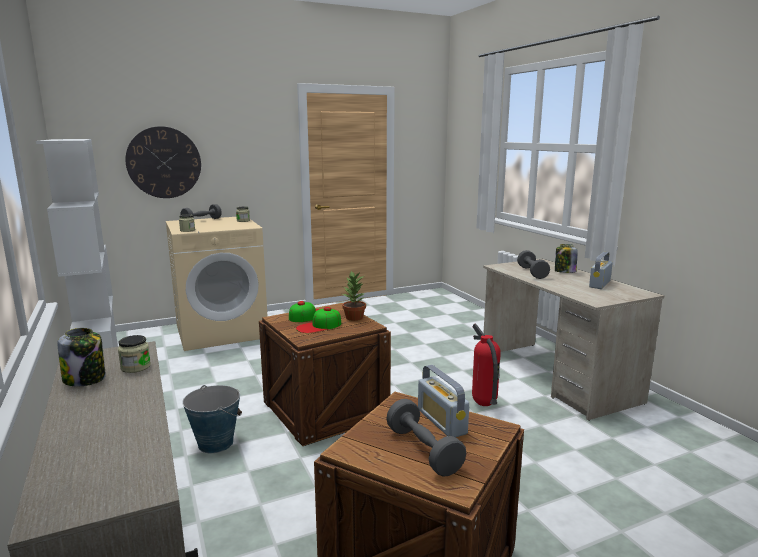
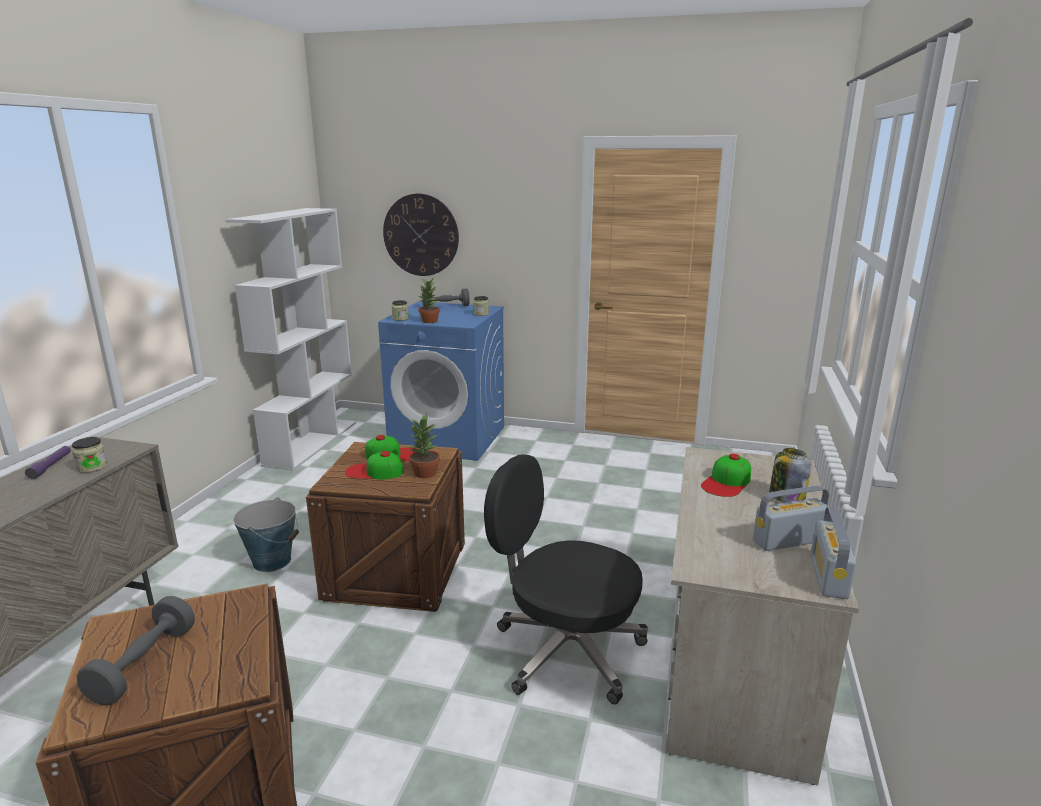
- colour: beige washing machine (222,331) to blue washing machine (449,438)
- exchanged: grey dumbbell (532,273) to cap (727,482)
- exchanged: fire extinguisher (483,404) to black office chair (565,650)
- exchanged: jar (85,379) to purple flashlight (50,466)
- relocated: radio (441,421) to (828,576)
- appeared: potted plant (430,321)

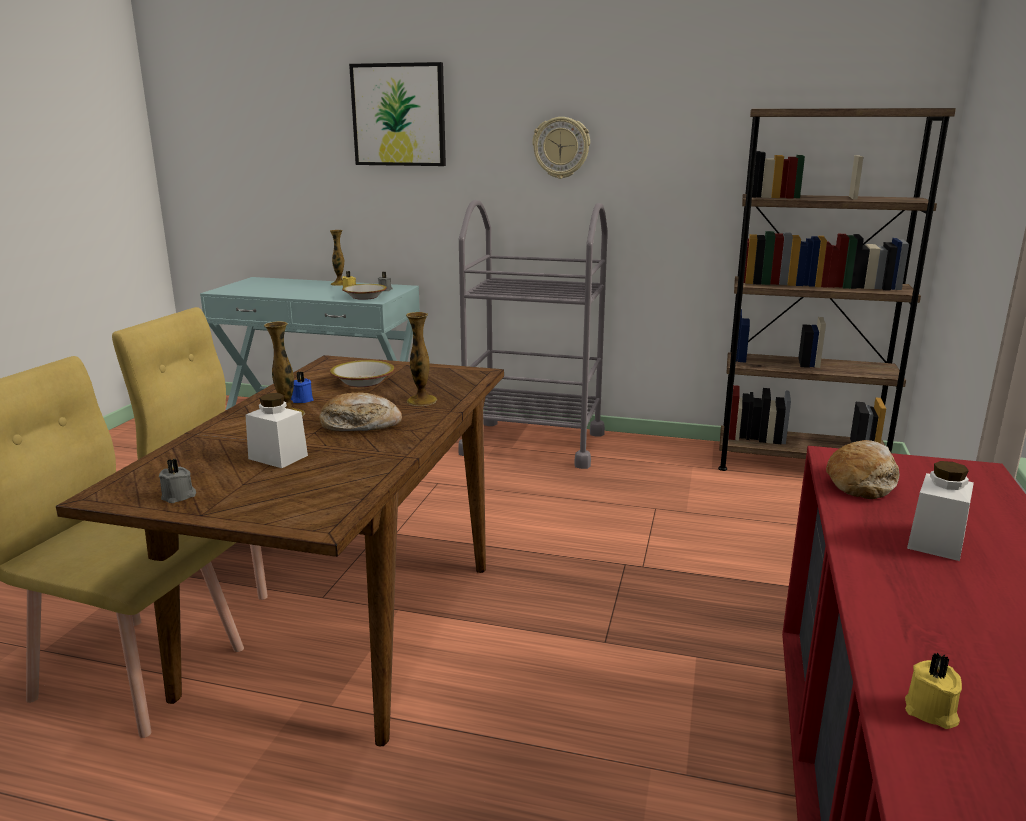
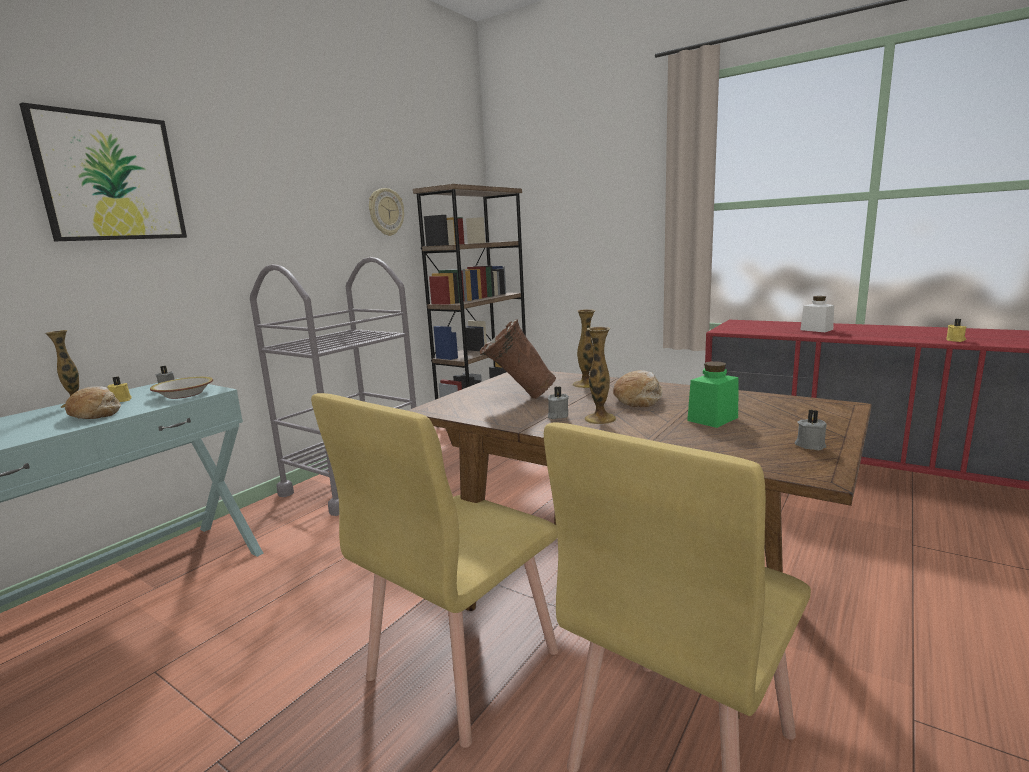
- relocated: wall clock (561,147) to (386,212)
- exchanged: bowl (363,382) to brown vase (517,398)
- colour: blue candle (301,400) to grey candle (557,416)
- colour: white jar (278,457) to green jar (712,419)
- relocated: bread (862,481) to (95,413)

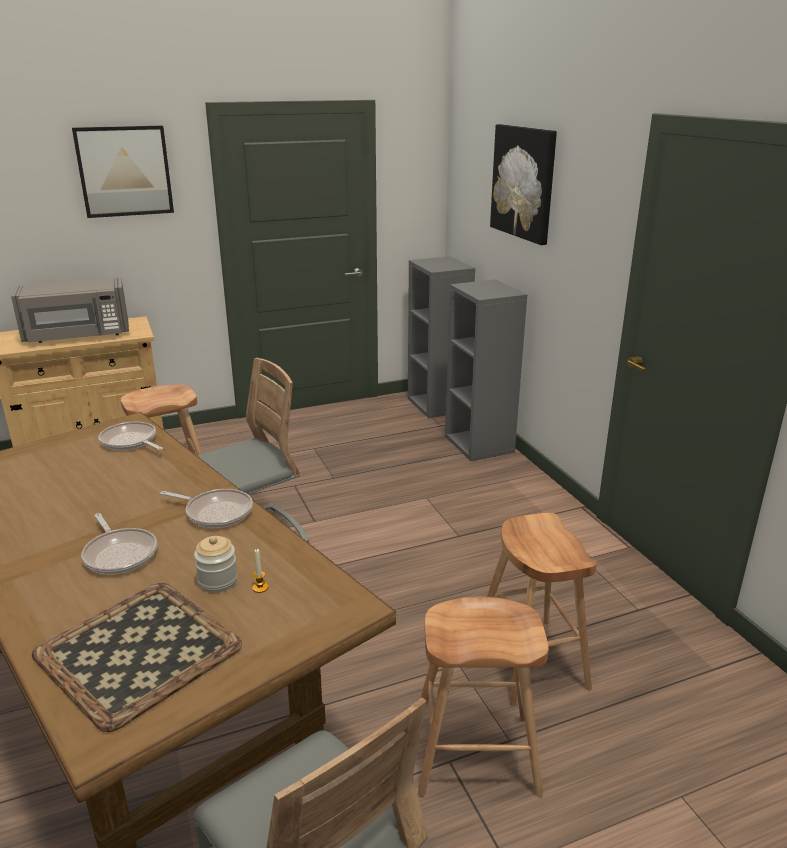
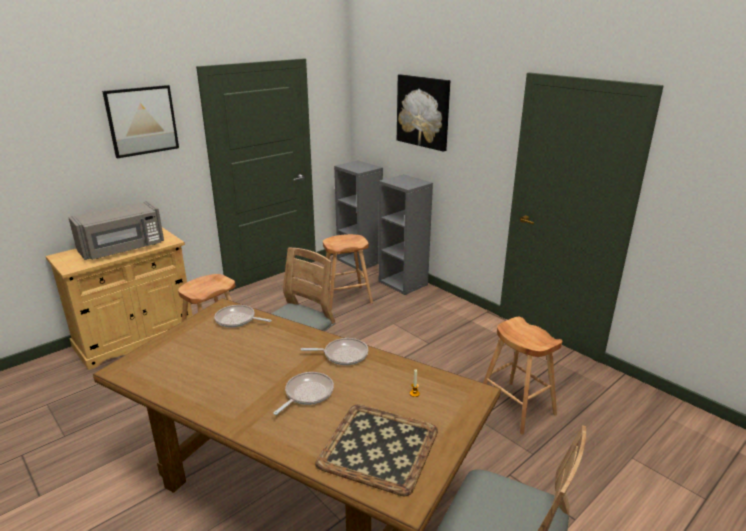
- spun: frying pan (120,554) = (307,394) 90 degrees counterclockwise
- missing: jar (218,581)
- relocated: brown stool (474,755) to (345,299)

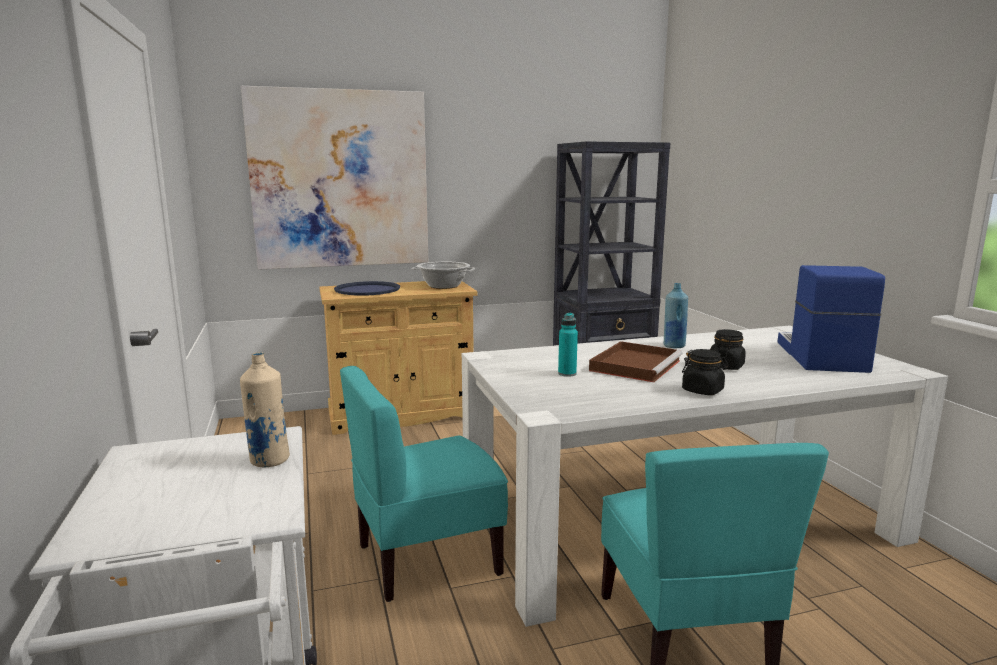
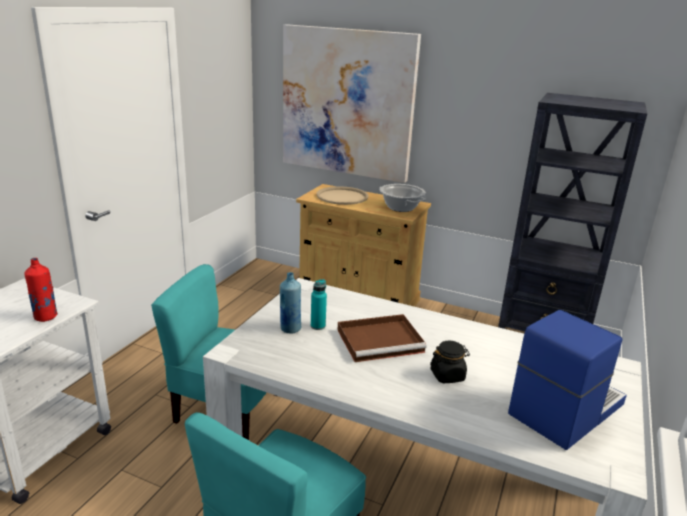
- colour: blue tray (367,290) to beige tray (342,196)
- relocated: blue bottle (673,346) to (290,329)
- missing: black jar (703,390)
- colour: beige bottle (269,460) to red bottle (45,317)

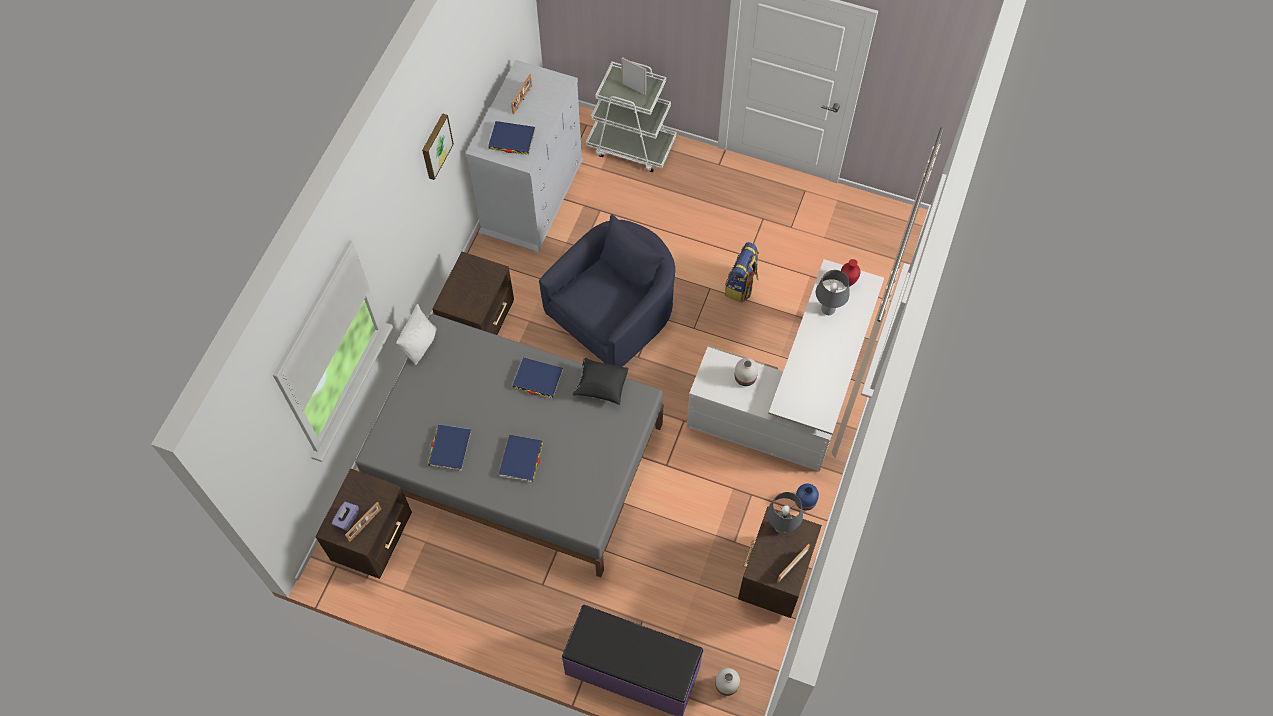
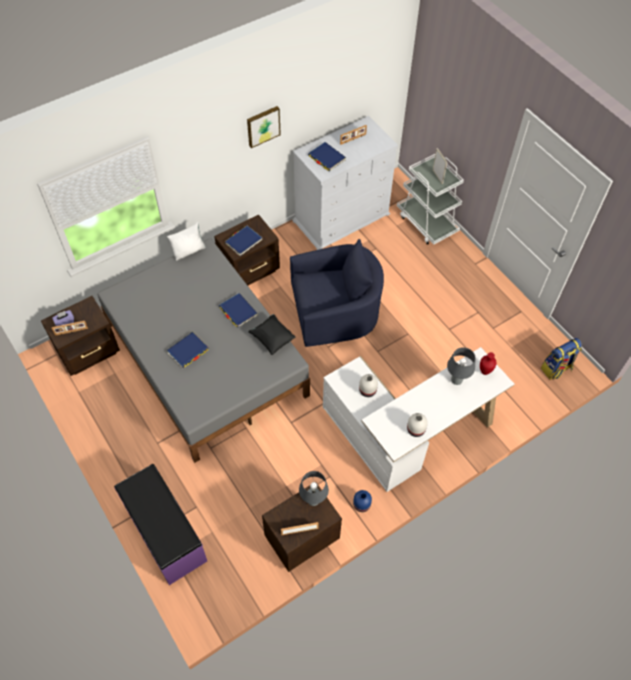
- relocated: backpack (741,286) to (556,369)
- relocated: blue book (450,448) to (243,241)
- relocated: white vase (726,685) to (415,430)

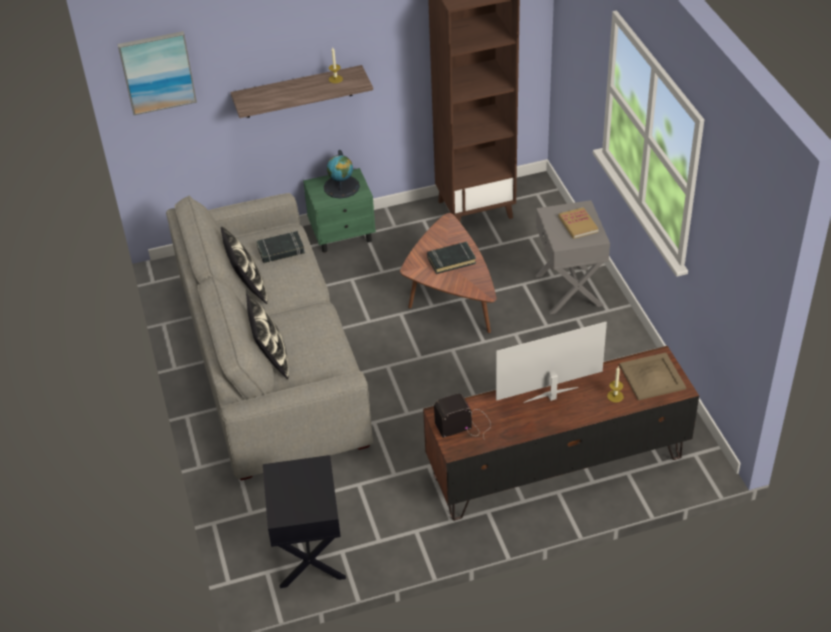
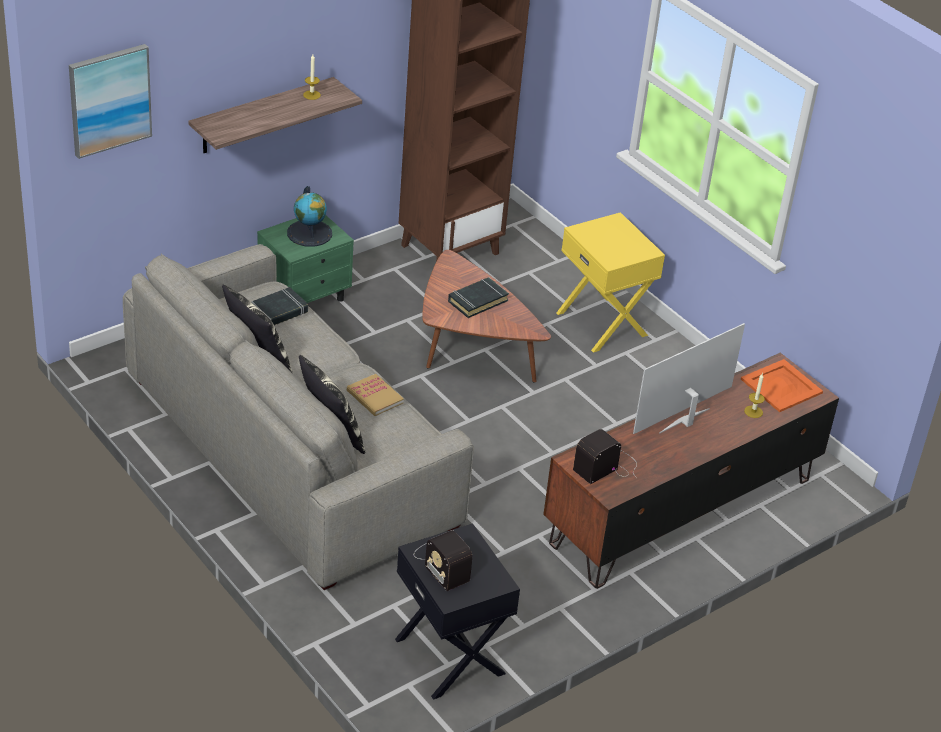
- colour: grey side table (570,290) to yellow side table (603,323)
- relocated: book (578,224) to (374,397)
- colour: beige tray (652,376) to orange tray (781,385)
- appeared: radio (441,563)

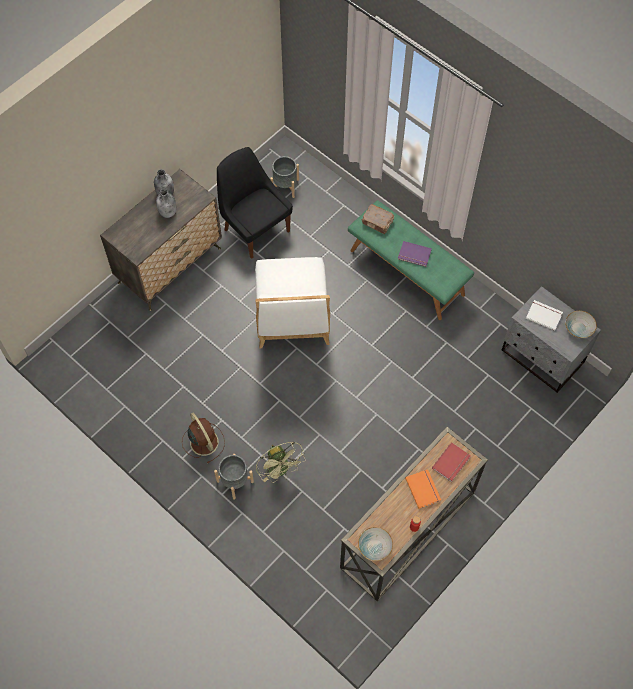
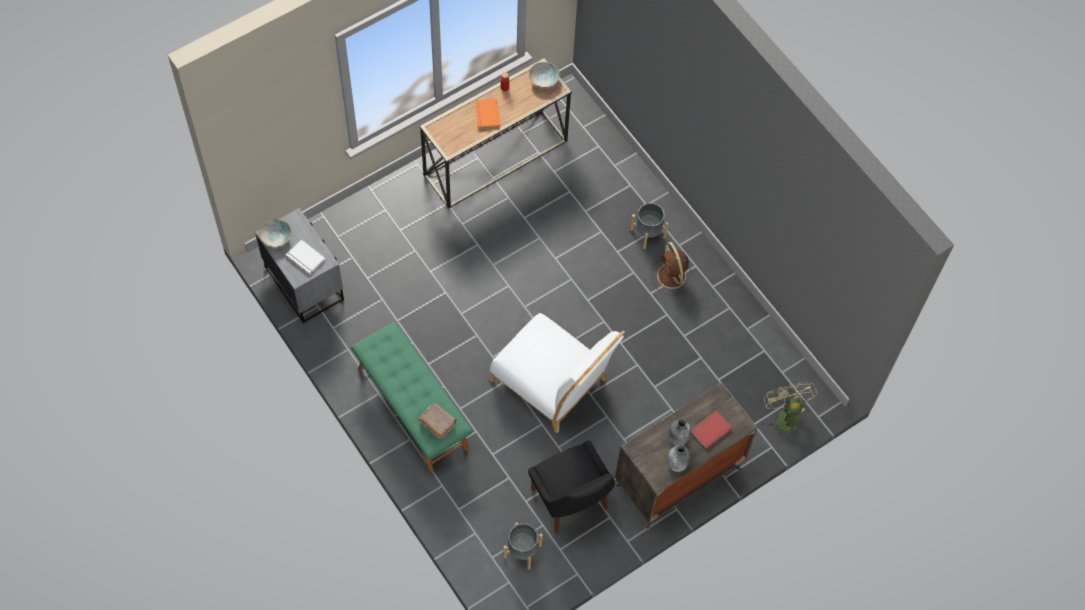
- missing: purple book (414,255)
- spun: white chair (292,317) = (553,384) 120 degrees clockwise
- relocated: green fan (280,470) to (784,416)
- relocated: red book (452,463) to (710,429)

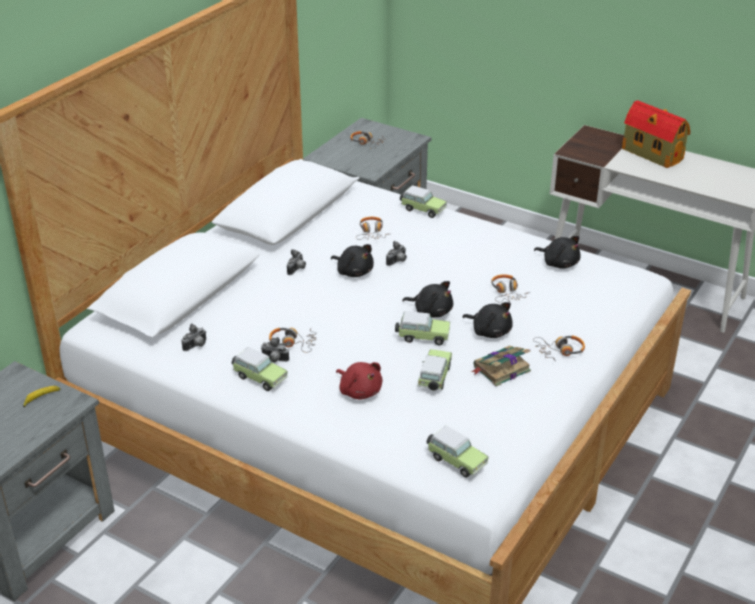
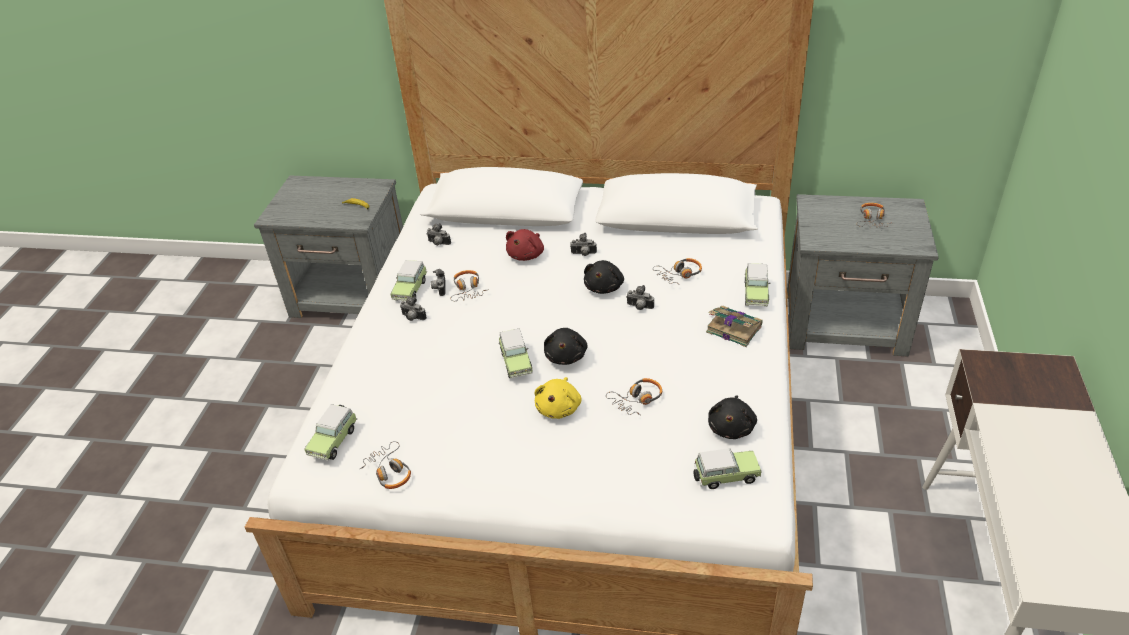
- missing: toy house (651,153)
- colour: black plush toy (489,331) to yellow plush toy (559,407)
- relocated: headphones (560,351) to (389,471)
- relocated: book (500,369) to (732,328)
- relocated: toy car (434,379) to (724,476)
- relocated: red plush toy (359,391) to (527,255)
- appeared: photo camera (412,318)

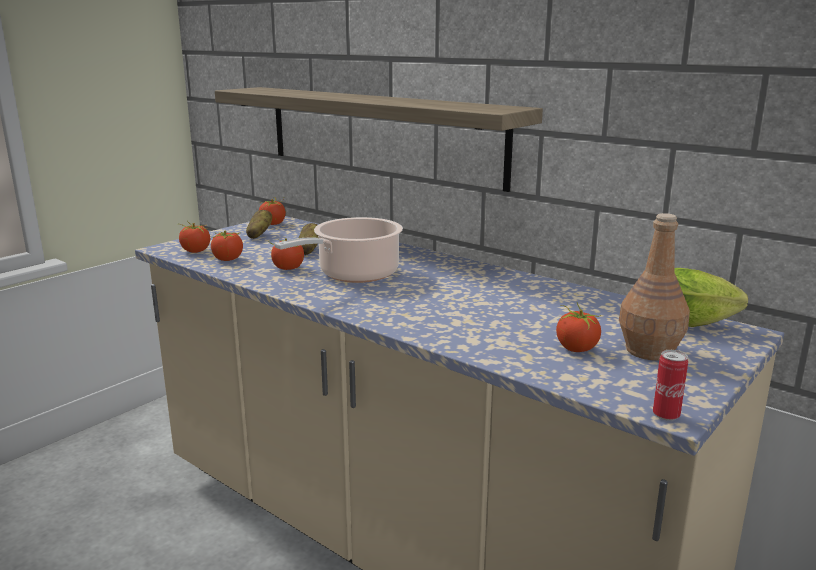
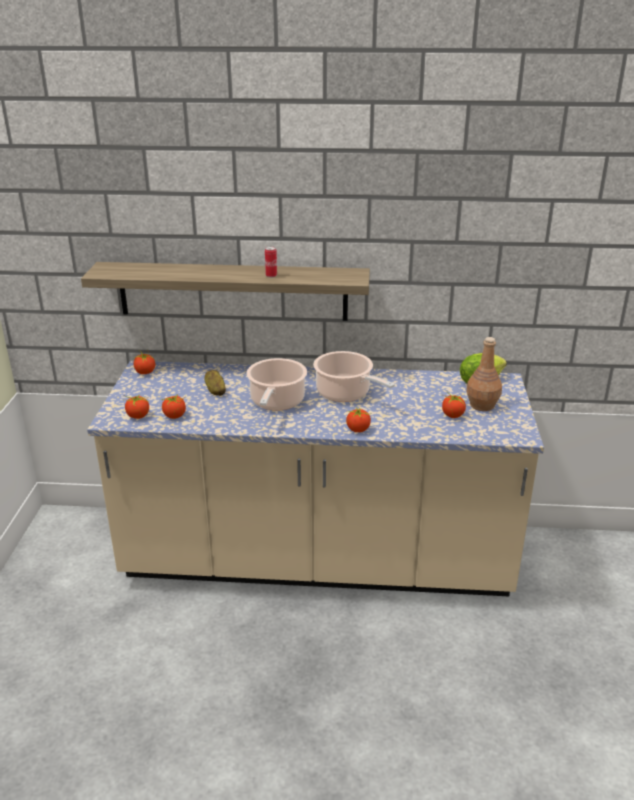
- missing: potato (259,235)
- relocated: tomato (288,268) to (358,430)
- relocated: can (666,415) to (271,276)
- appeared: cooking pot (345,393)

